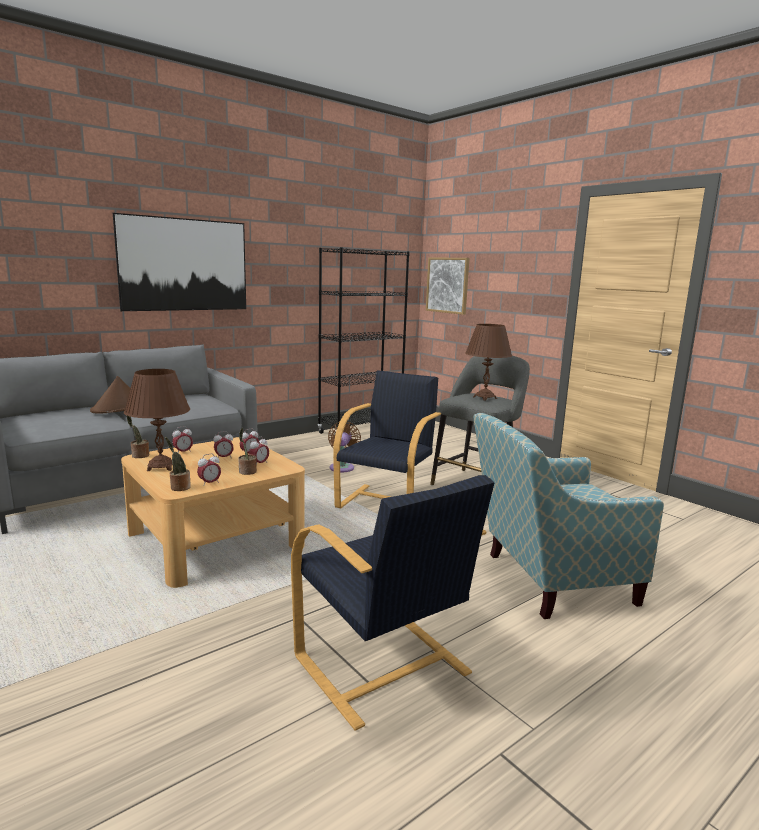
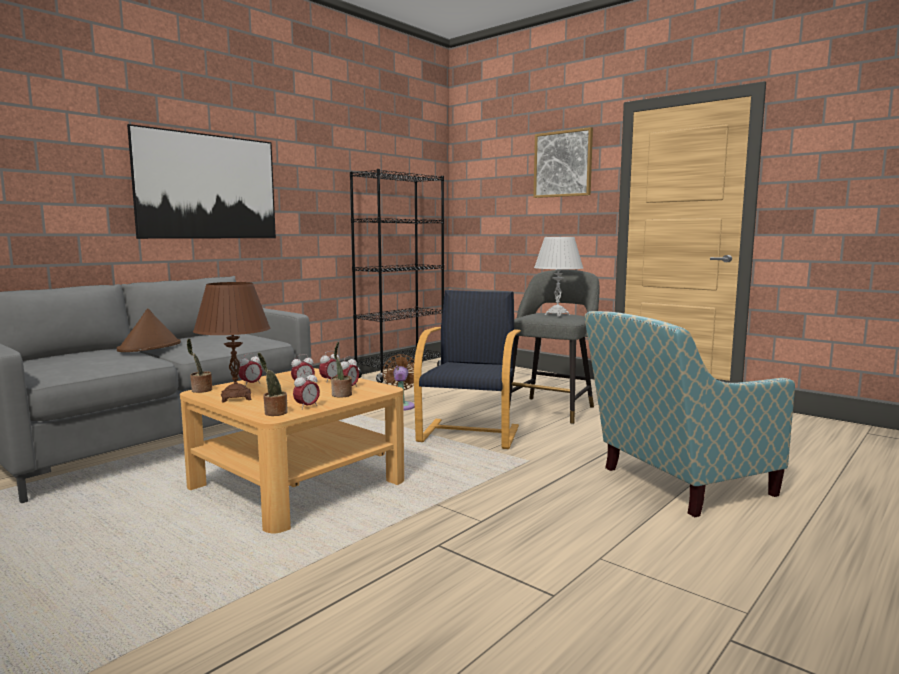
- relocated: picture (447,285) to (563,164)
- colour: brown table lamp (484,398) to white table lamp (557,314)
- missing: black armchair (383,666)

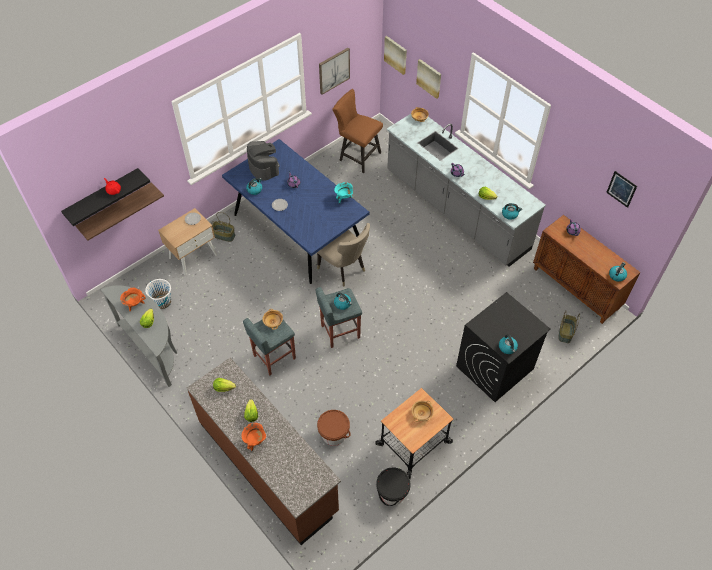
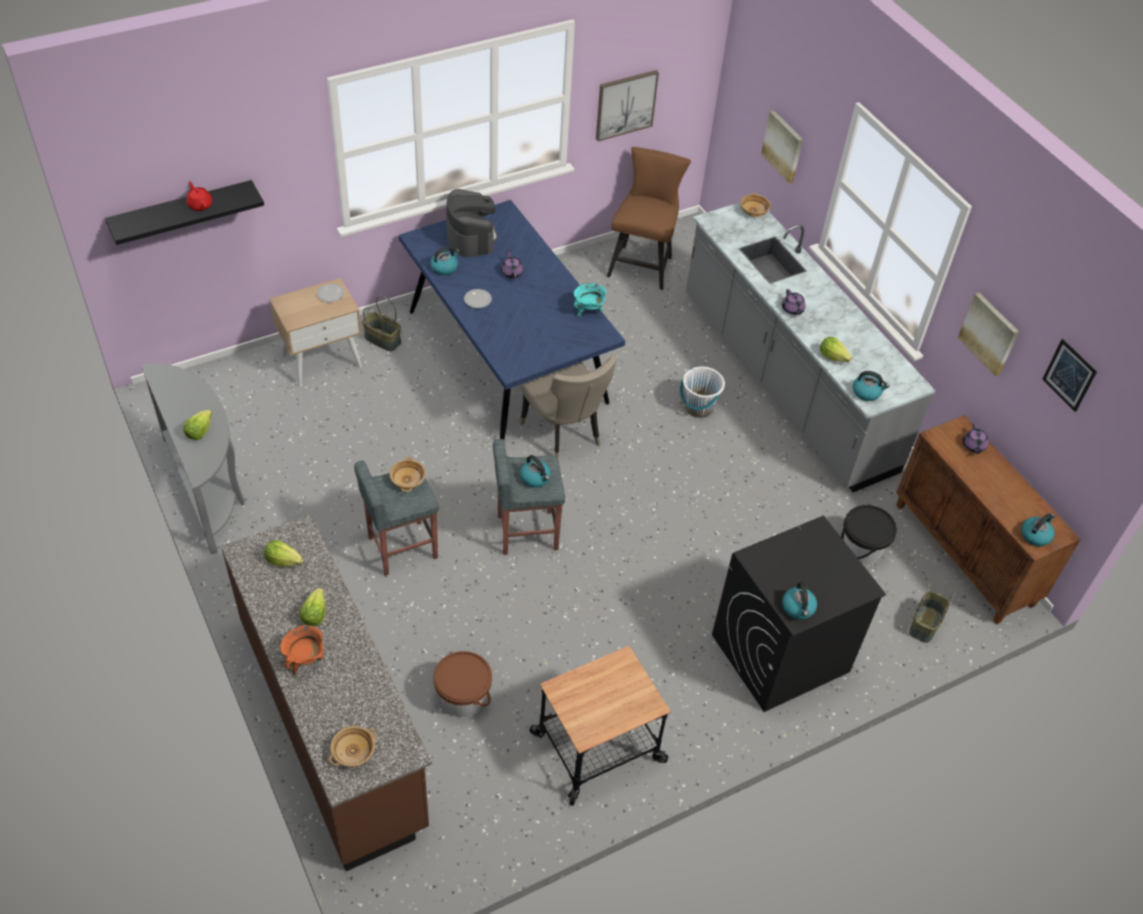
- relocated: picture (396,54) to (989,333)
- spun: brown chair (357,156) = (642,264) 60 degrees clockwise
- missing: shelf (116,209)
- relocated: white bucket (162,302) to (698,407)
- missing: orange cooking pot (135,304)
- relocated: beige bowl (422,413) to (353,752)
- relocated: black bucket (392,492) to (861,548)

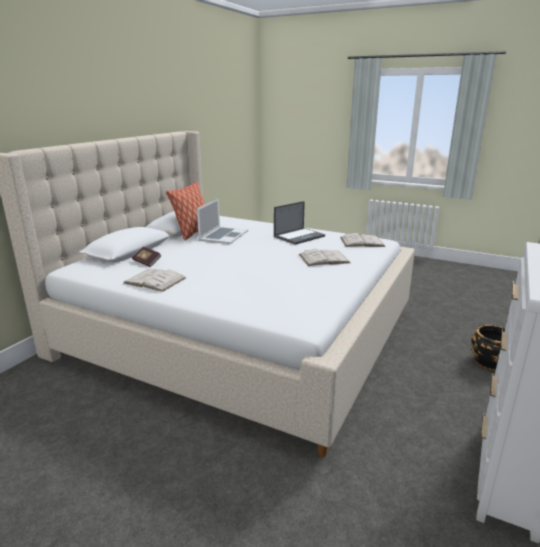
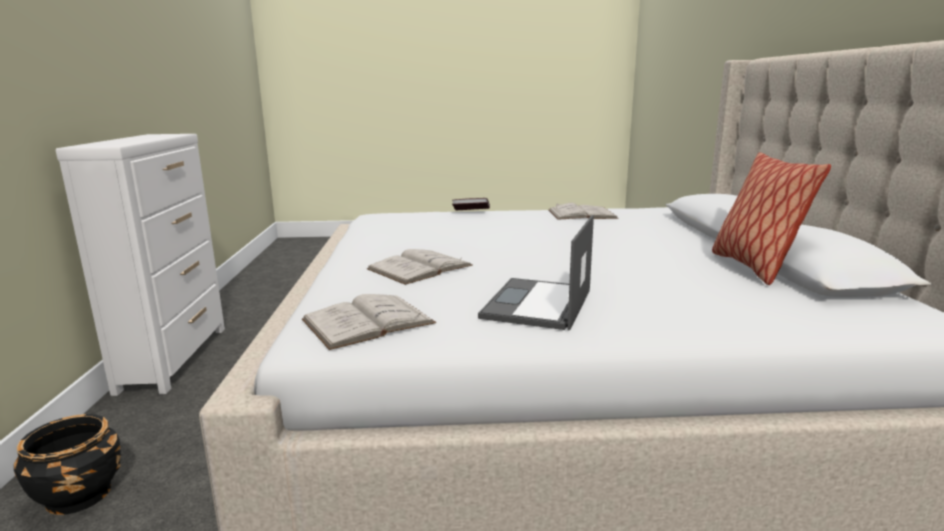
- missing: laptop (223,235)
- relocated: book (147,262) to (471,212)

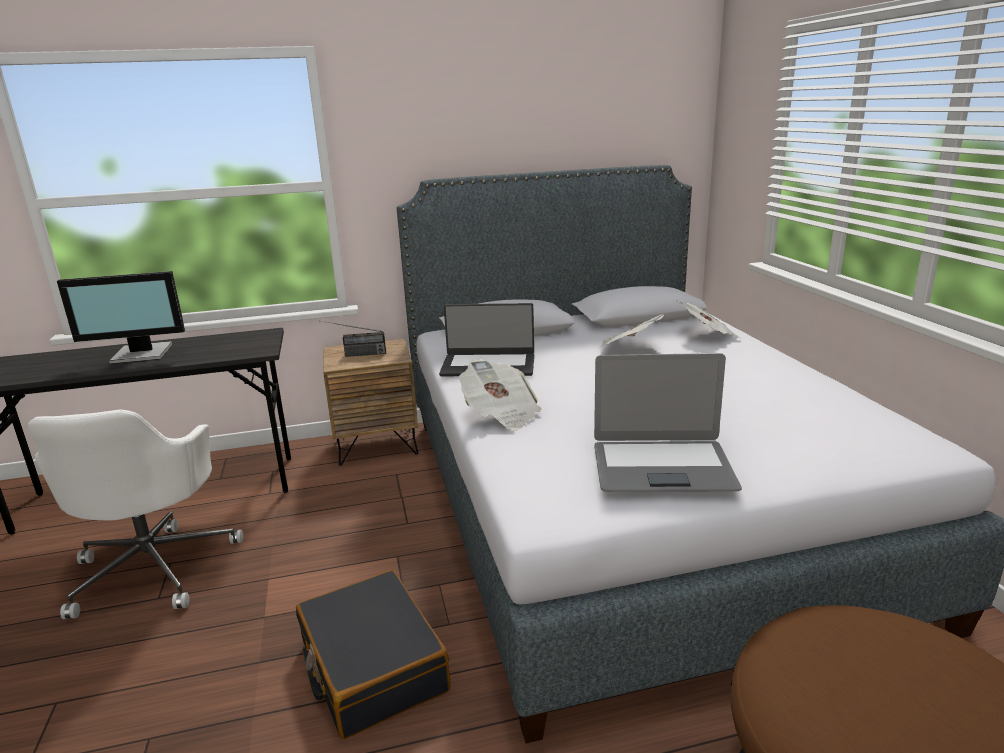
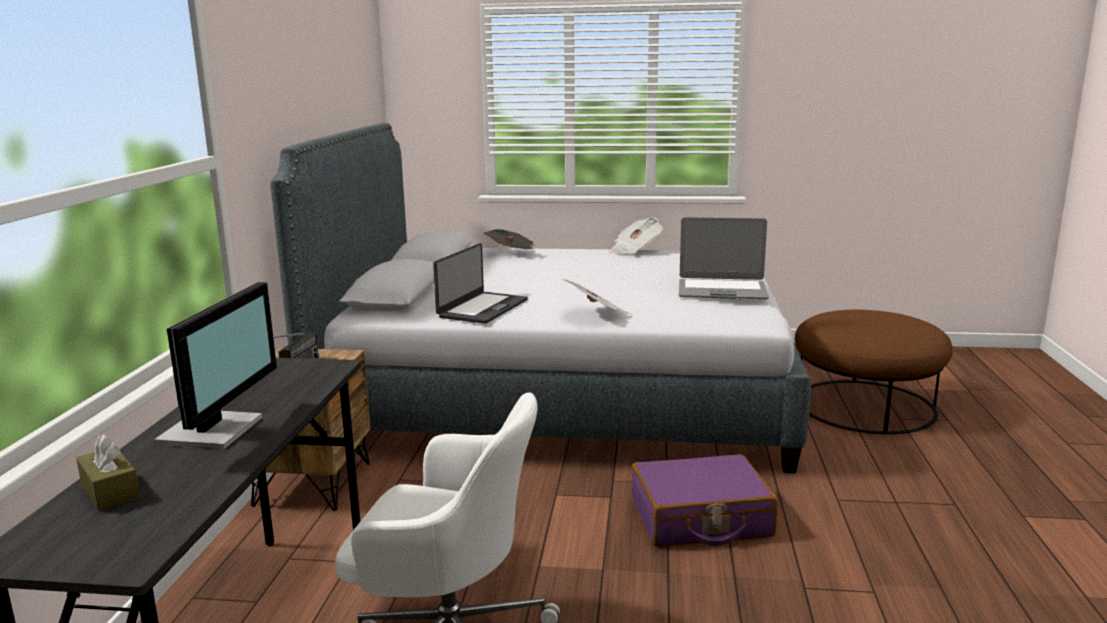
- relocated: newspaper (629,347) to (634,250)
- spun: laptop (662,467) = (722,291) 75 degrees clockwise
- colour: black suitcase (372,666) to purple suitcase (700,519)
- appeared: brown tissue box (110,491)

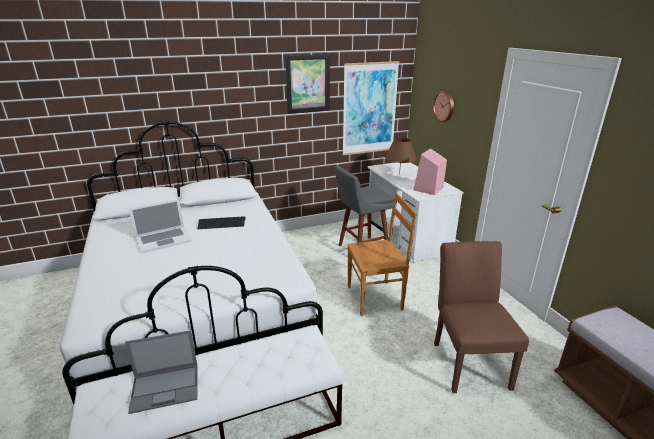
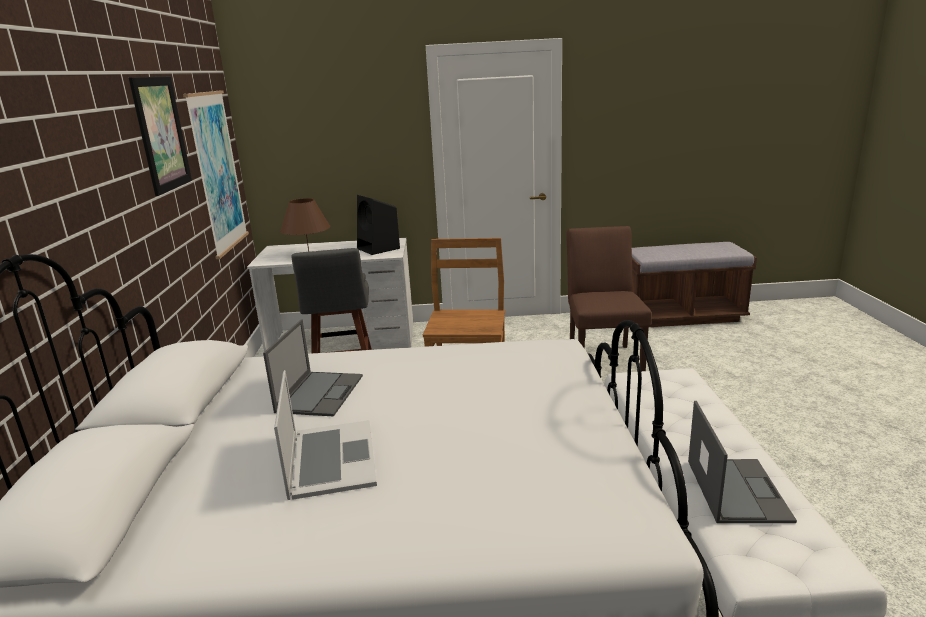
- missing: wall clock (444,106)
- colour: pink speaker (428,189) to black speaker (379,248)
- exchanged: keyboard (221,223) to laptop (320,393)
- spun: brown chair (468,360) = (603,358) 75 degrees clockwise

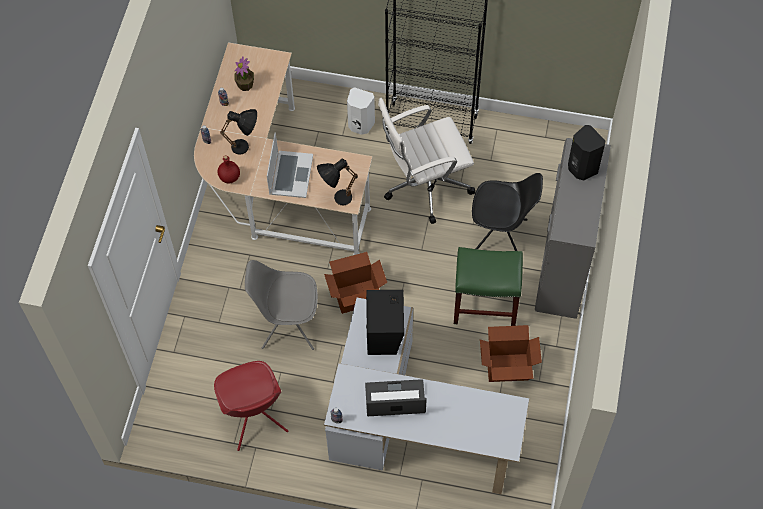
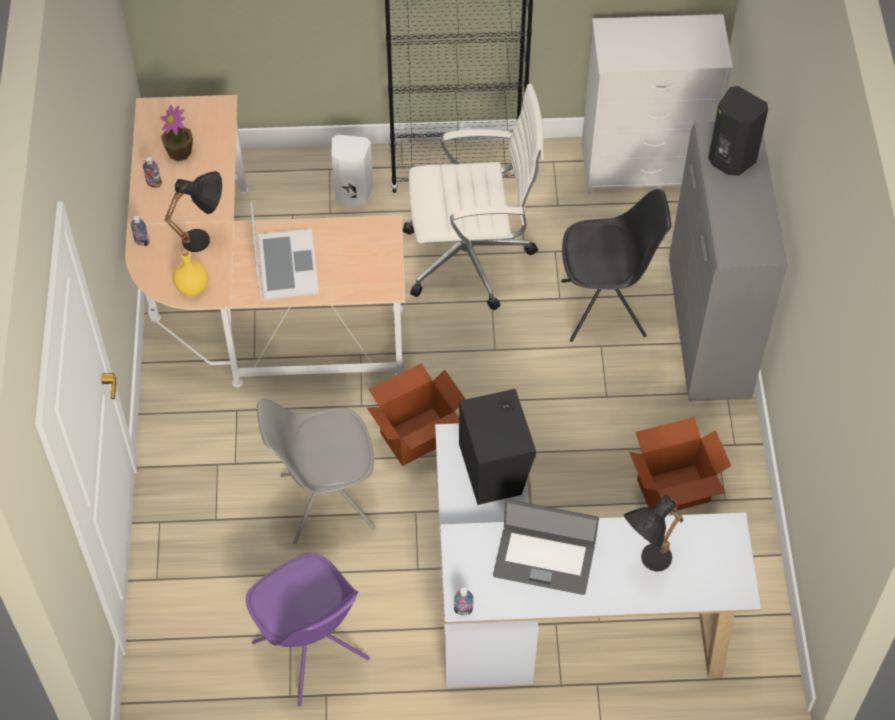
- spun: white office chair (424,184) = (471,257) 150 degrees counterclockwise
- colour: red bottle (229,177) to yellow bottle (191,288)
- relocated: black table lamp (336,199) to (646,562)
- missing: green stool (485,305)
- colour: red chair (254,419) to purple chair (311,653)
- spun: laptop (395,399) = (544,559) 150 degrees counterclockwise
- appeared: white dresser (645,166)

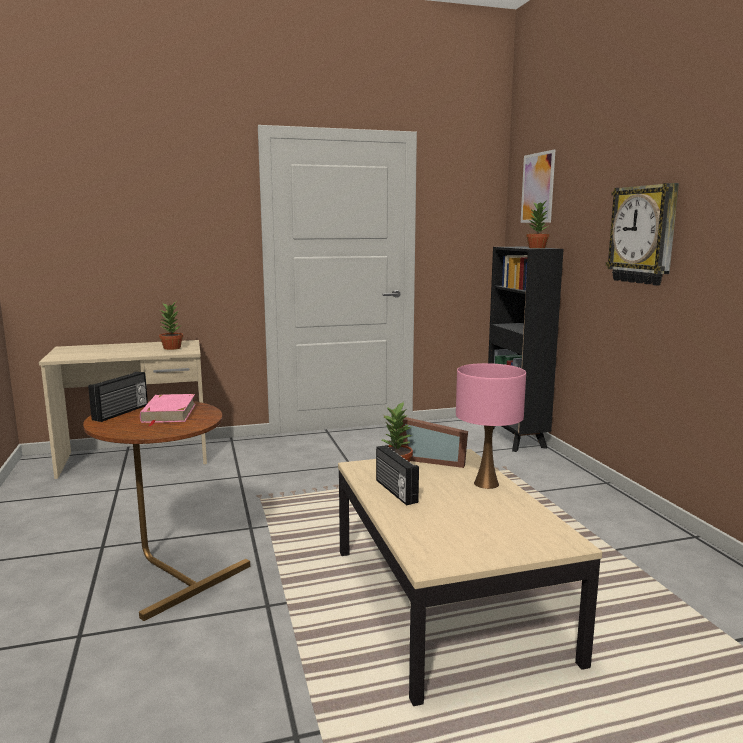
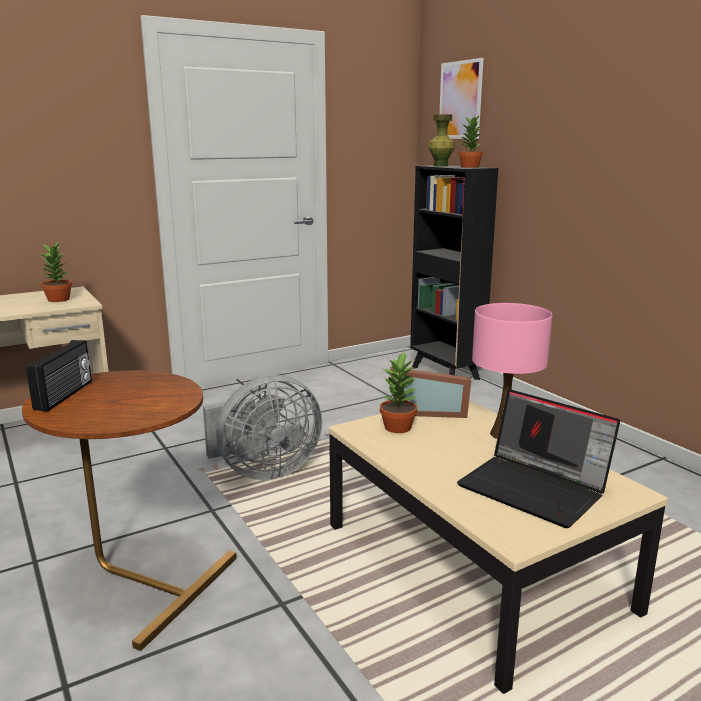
- missing: wall clock (643,235)
- missing: pink book (168,413)
- missing: radio (395,491)
- appeared: green vase (441,166)
- appeared: grey fan (263,471)
- appeared: laptop (535,488)

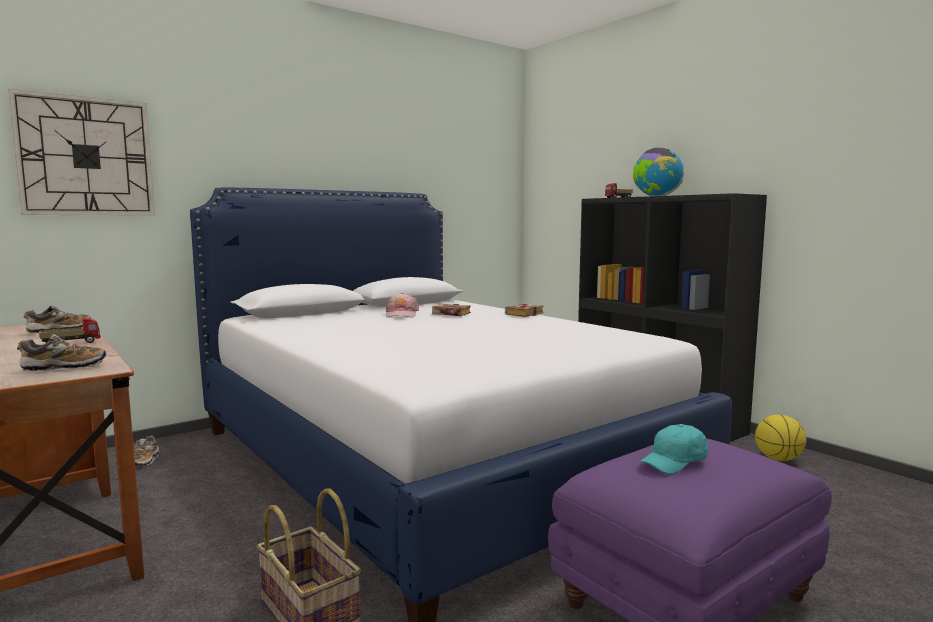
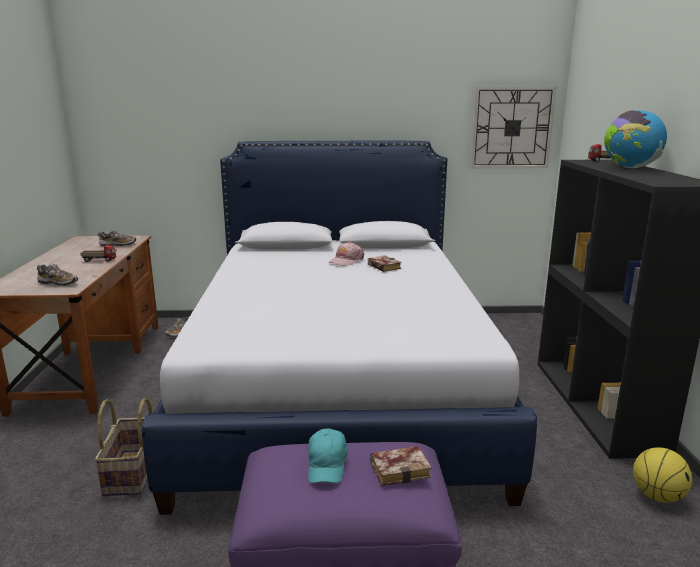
- relocated: wall clock (86,156) to (512,128)
- relocated: book (524,314) to (401,469)
- spun: turquoise cap (674,462) = (327,465) 90 degrees counterclockwise

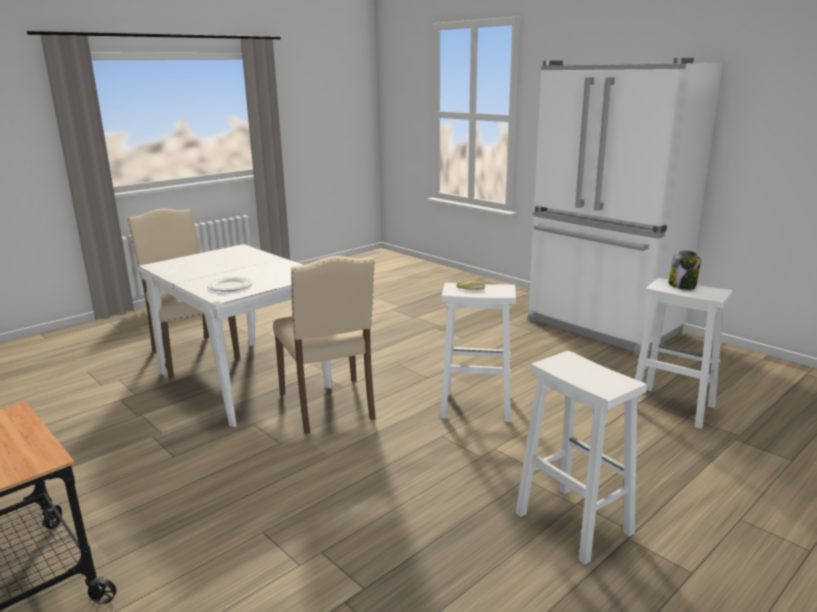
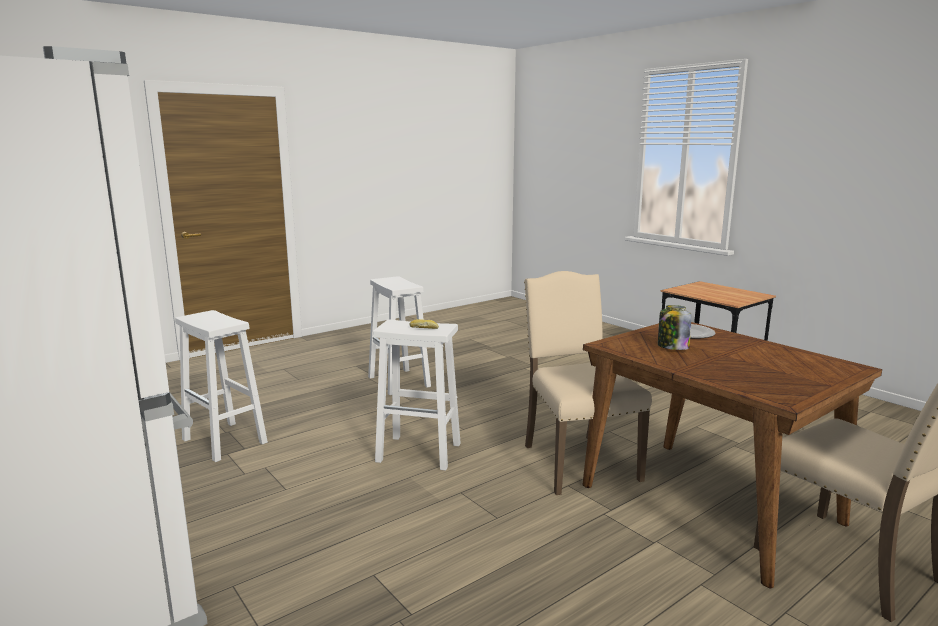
- colour: white dining table (244,380) to brown dining table (706,503)
- relocated: jar (682,286) to (672,347)

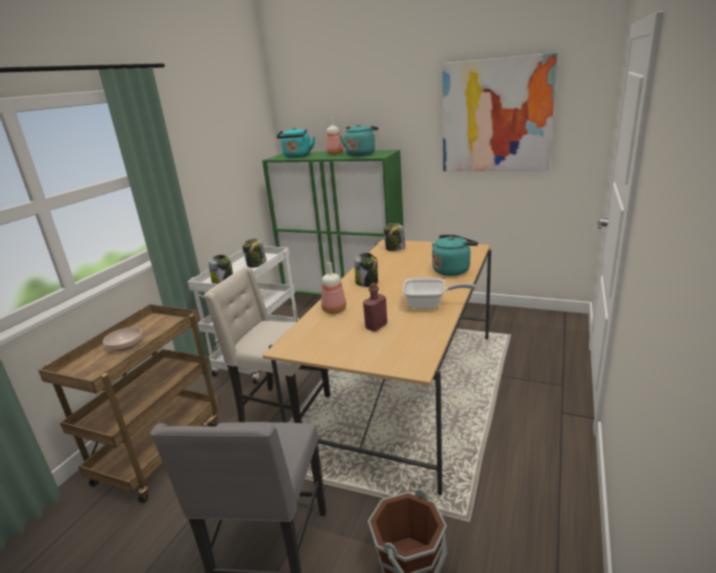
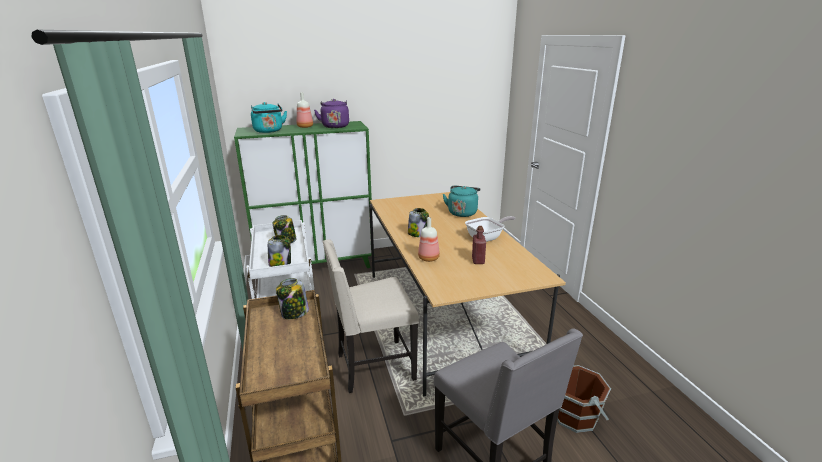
- missing: picture (496,116)
- colour: turquoise kettle (361,154) to purple kettle (335,126)
- relocated: jar (395,249) to (294,313)
- missing: bowl (125,346)

